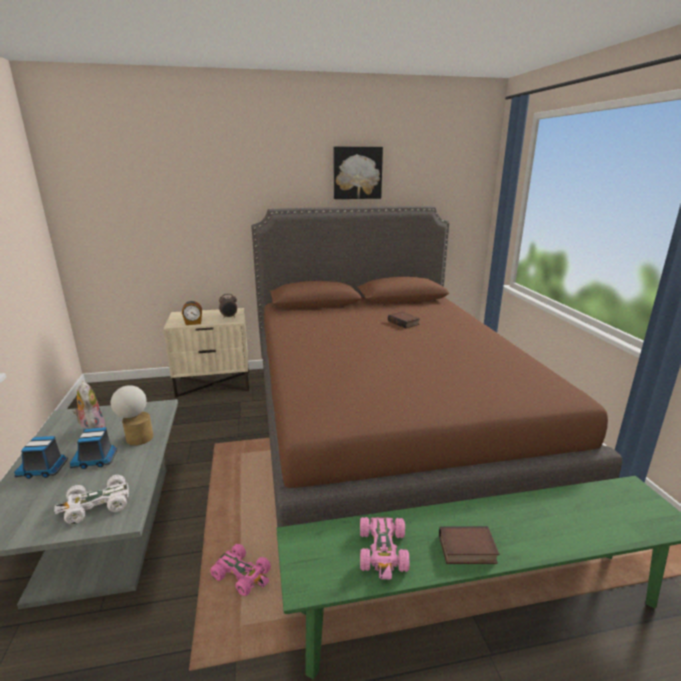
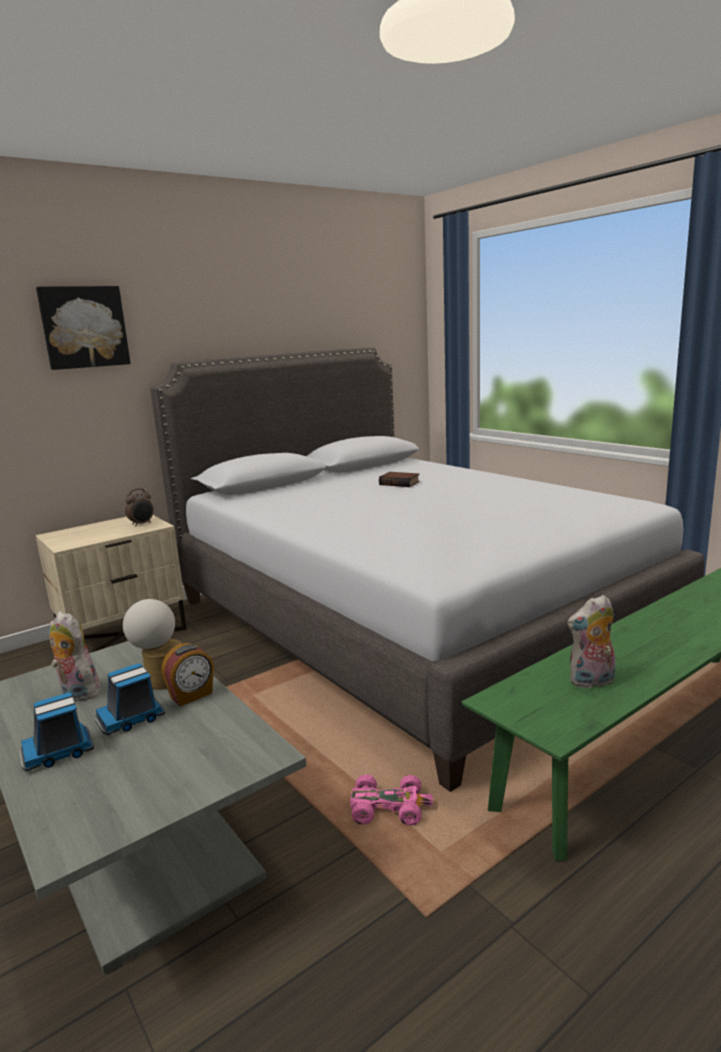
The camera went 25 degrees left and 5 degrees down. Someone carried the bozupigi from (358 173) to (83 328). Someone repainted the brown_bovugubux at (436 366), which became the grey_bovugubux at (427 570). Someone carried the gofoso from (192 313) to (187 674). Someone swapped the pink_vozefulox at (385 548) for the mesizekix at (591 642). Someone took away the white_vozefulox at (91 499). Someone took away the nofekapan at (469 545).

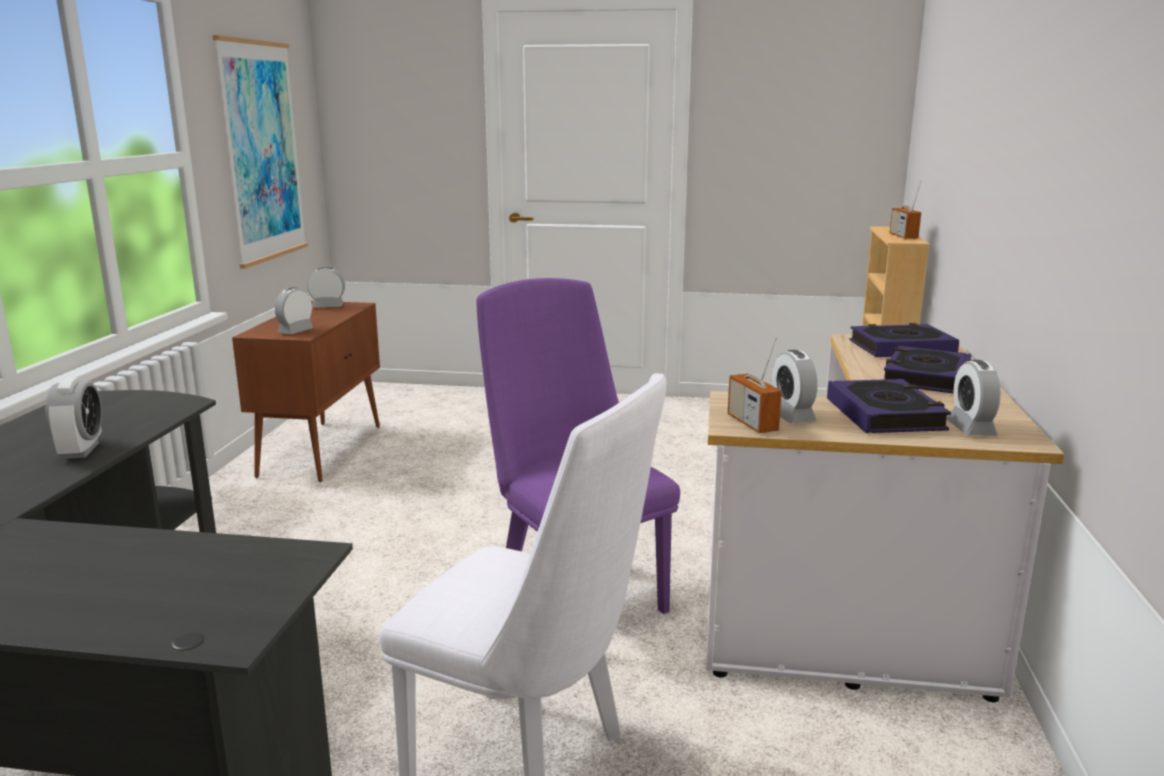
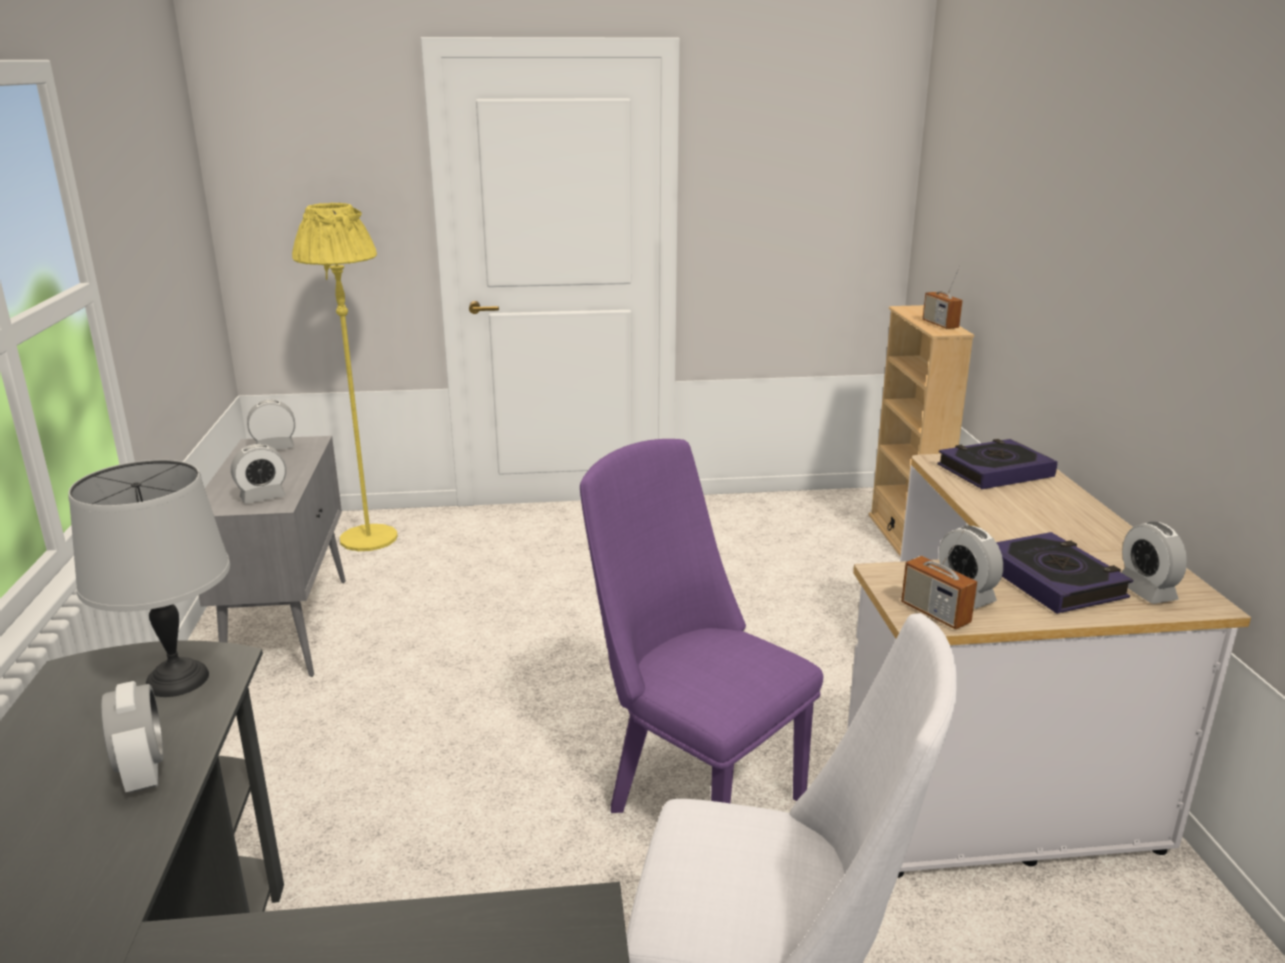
The camera went 15 degrees left and 5 degrees up. Someone put down the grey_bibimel at (149 578). Someone repainted the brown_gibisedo at (306 391), which became the grey_gibisedo at (272 556). Someone rotated the gofoso at (294 310) by 135 degrees counterclockwise. Someone put down the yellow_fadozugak at (345 377). Someone took away the bozupigi at (260 152). Someone took away the nofekapan at (927 370).

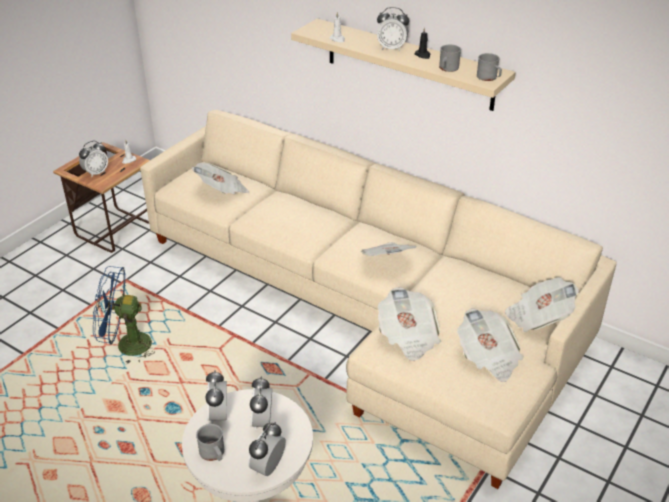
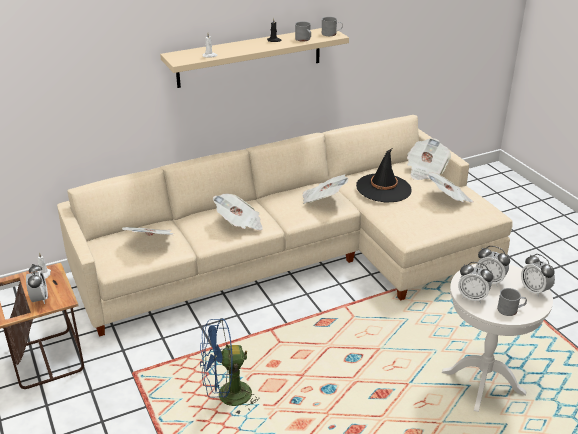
The camera went 60 degrees left and 5 degrees down. Someone rotated the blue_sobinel at (124 315) by 45 degrees clockwise. Someone carried the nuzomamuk from (409 324) to (238 212). Someone put down the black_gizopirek at (384 175). Someone took away the gofoso at (393 29).

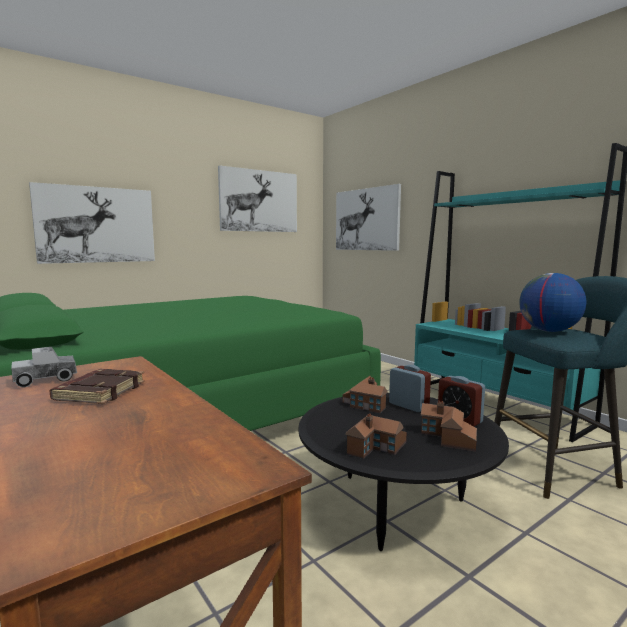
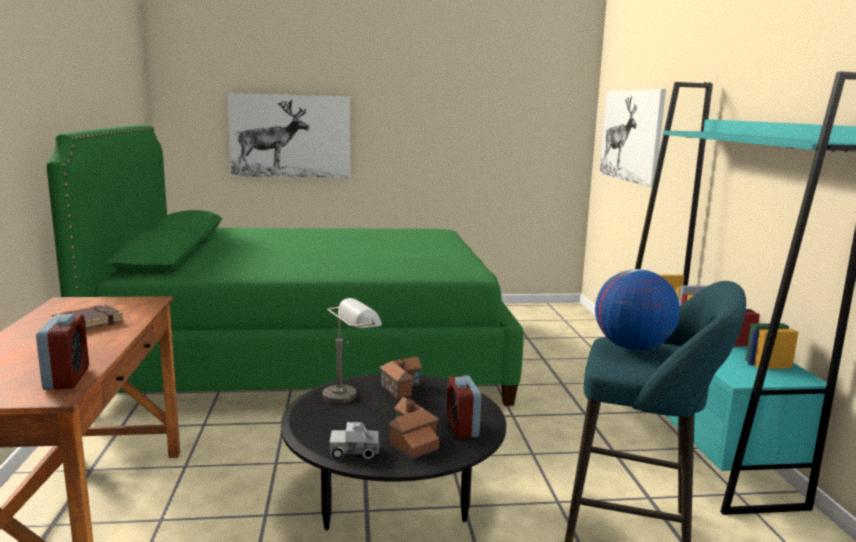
The camera went 30 degrees right and 5 degrees up. Someone carried the gofoso from (410 388) to (62 352). Someone put down the grey_bibimel at (352 351). Someone carried the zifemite from (44 367) to (354 441). Someone took away the bozupigi at (257 198). Someone took away the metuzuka at (375 436).

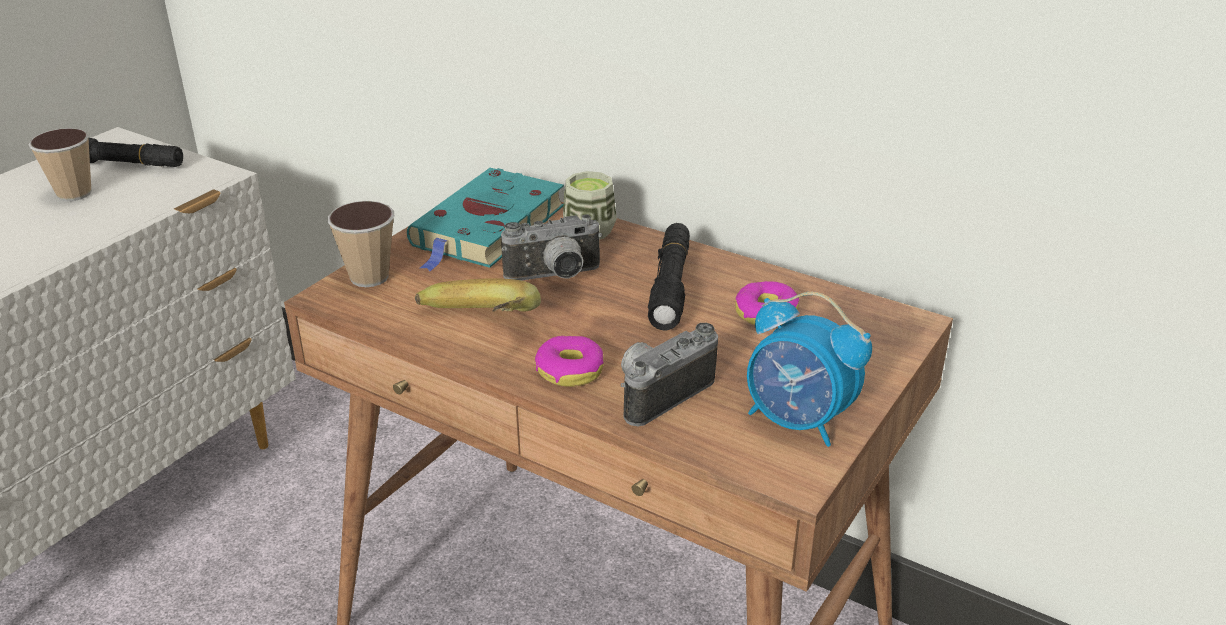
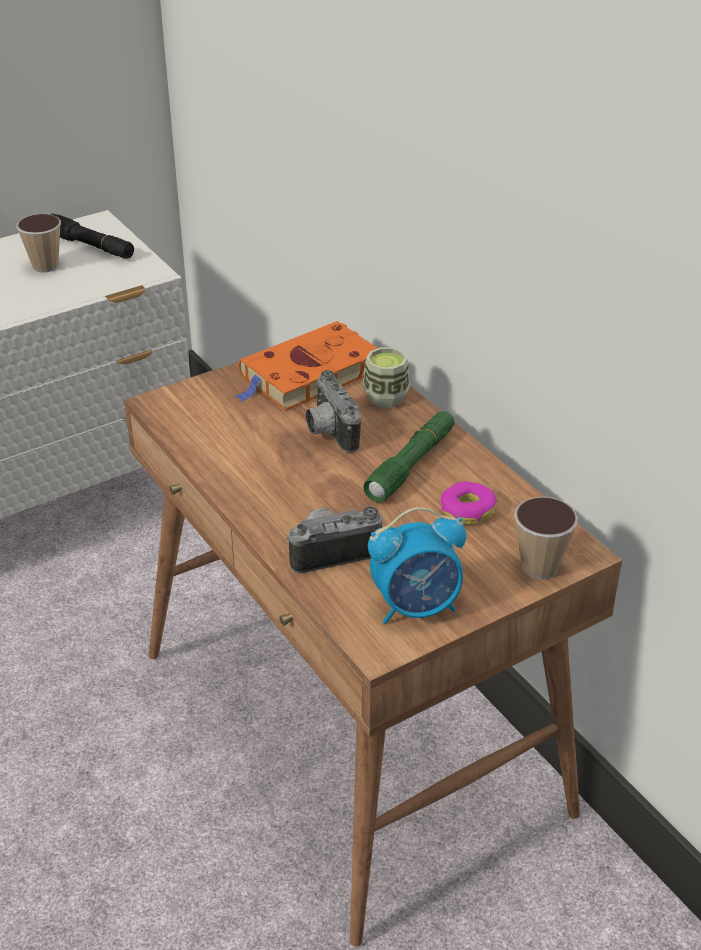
The camera went 25 degrees right and 5 degrees up. Someone repainted the turquoise_nofekapan at (485 219), which became the orange_nofekapan at (306 366). Someone rotated the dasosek at (551 247) by 60 degrees clockwise. Someone repainted the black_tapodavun at (669 276), which became the green_tapodavun at (408 456). Someone rotated the gofoso at (809 369) by 75 degrees counterclockwise. Someone carried the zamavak from (361 244) to (546 538). Someone took away the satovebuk at (478 295). Someone took away the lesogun at (569 361).

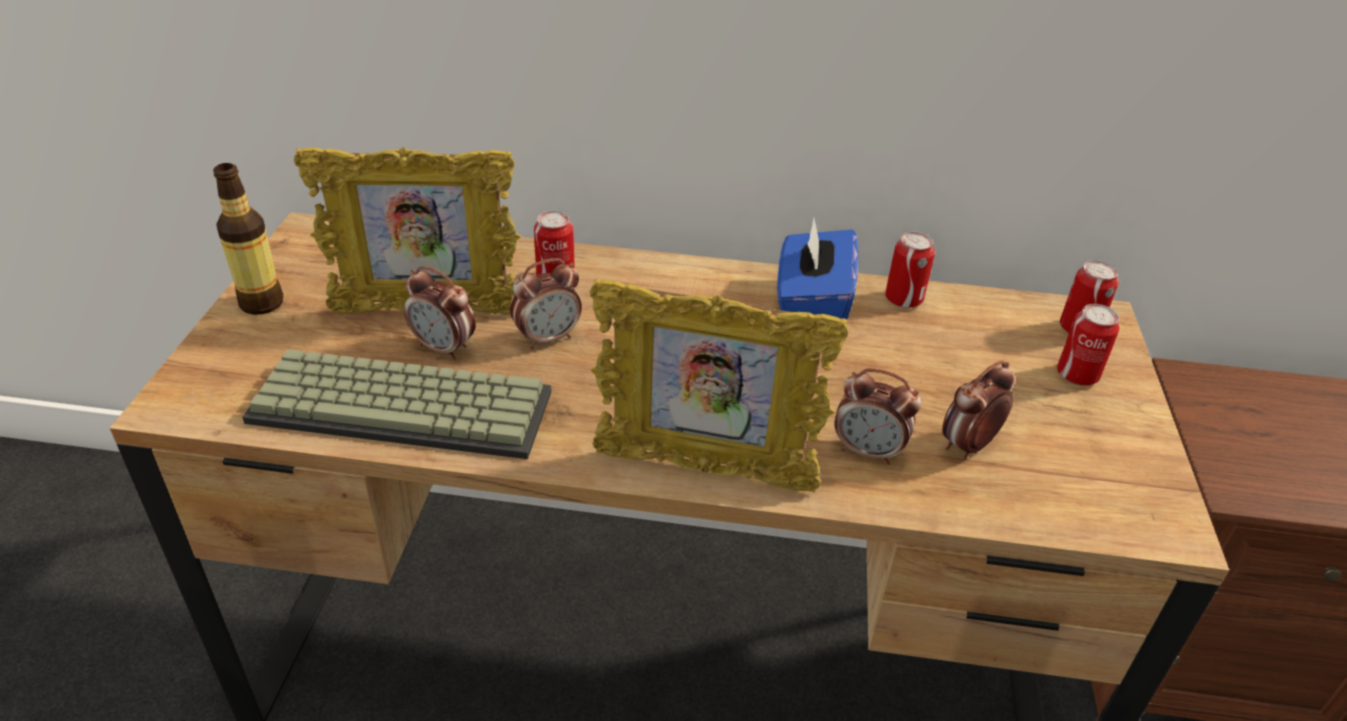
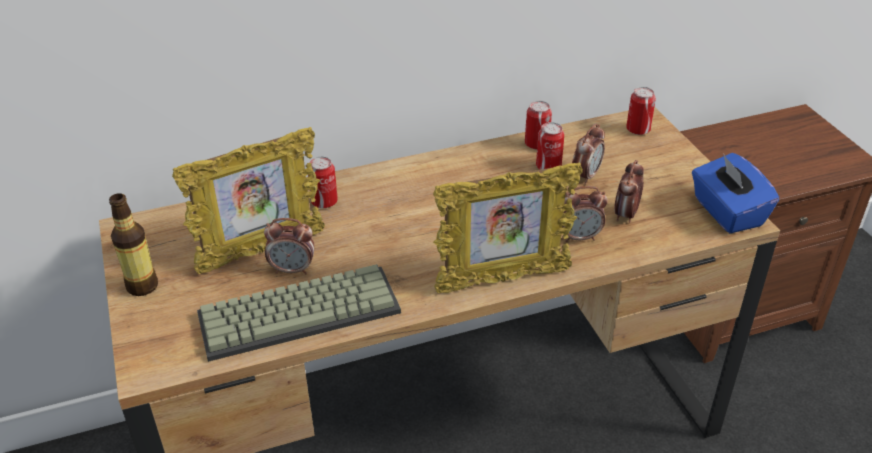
The camera went 25 degrees left and 0 degrees up. Someone carried the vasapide from (1088 344) to (550 146). Someone carried the gofoso from (546 304) to (588 154). Someone carried the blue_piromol from (817 269) to (735 193).

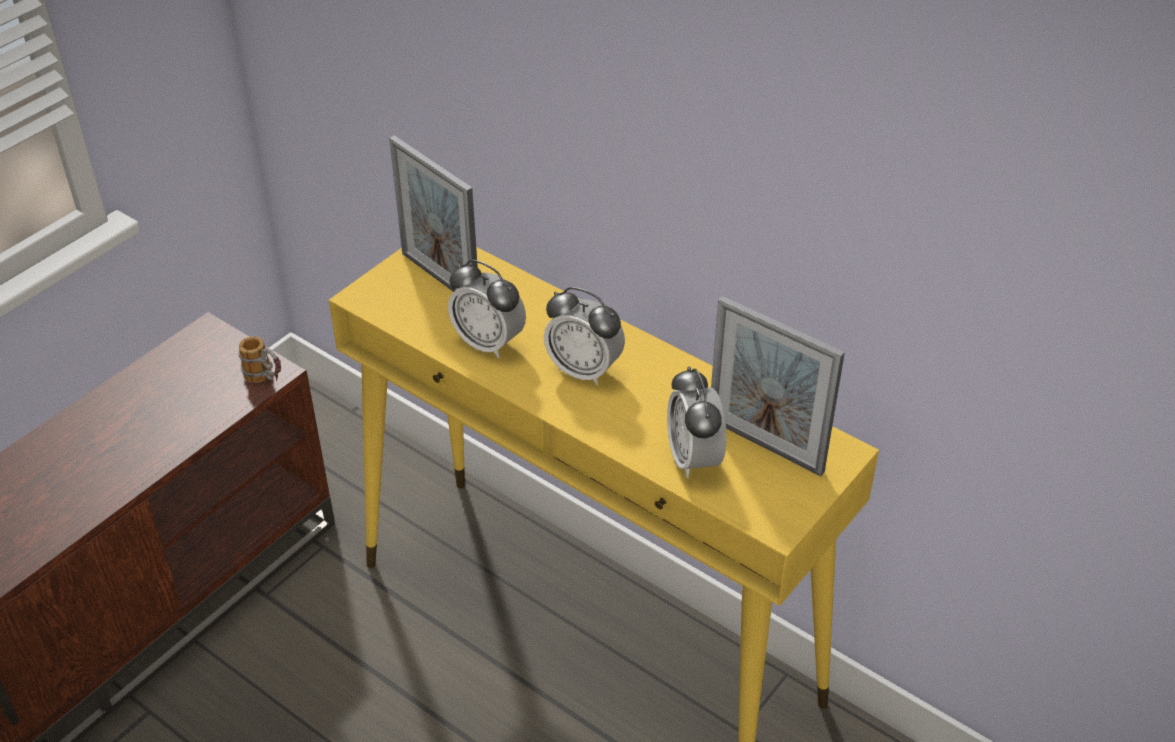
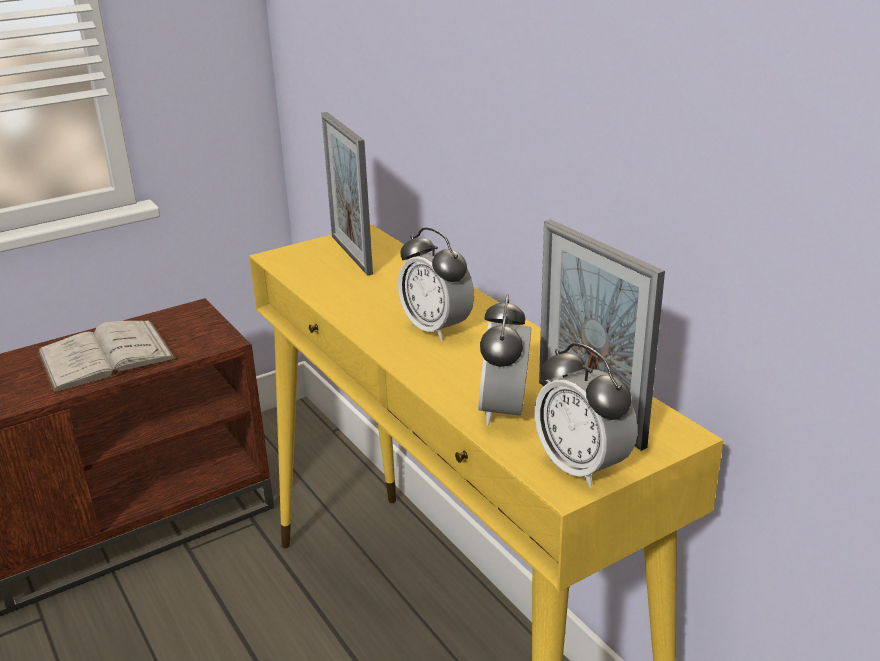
The camera went 20 degrees right and 15 degrees down. Someone put down the white_nofekapan at (107 357). Someone carried the gofoso from (487 309) to (586 415). Someone took away the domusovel at (260 359).

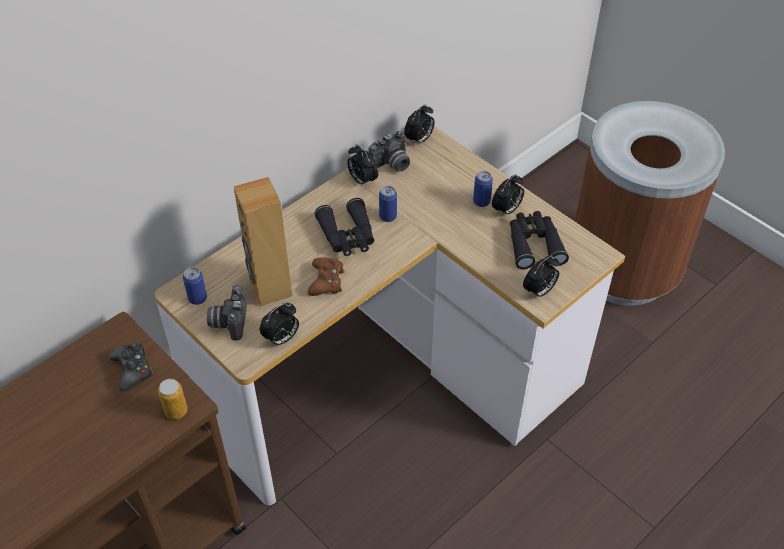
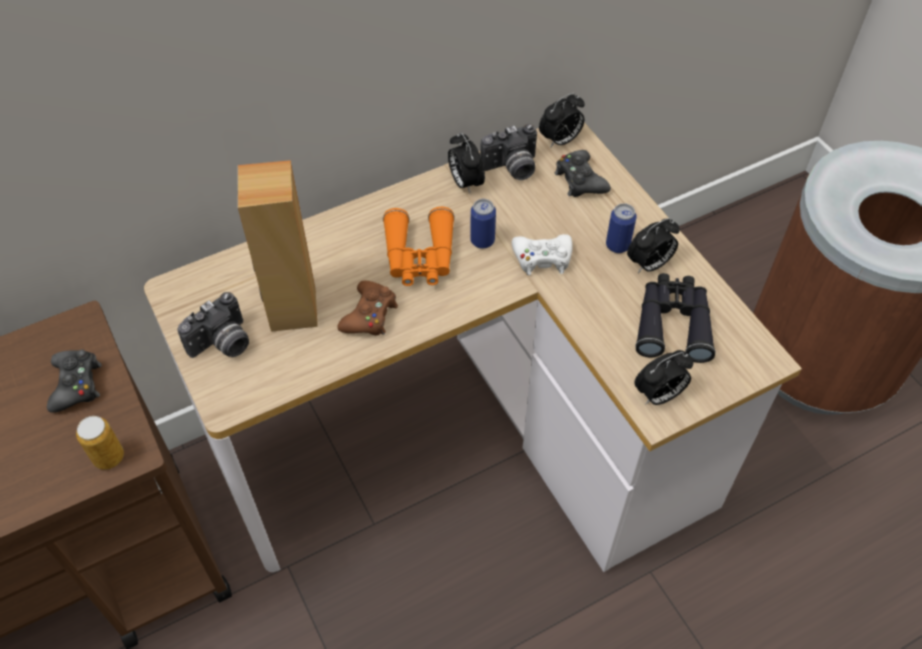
The camera went 15 degrees right and 5 degrees up. Someone rotated the dasosek at (227 312) by 150 degrees counterclockwise. Someone repainted the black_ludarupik at (344 227), which became the orange_ludarupik at (419 246). Someone put down the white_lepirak at (542 254). Someone put down the black_lepirak at (583 173). Someone took away the vasapide at (195 286). Someone took away the gofoso at (279 324).

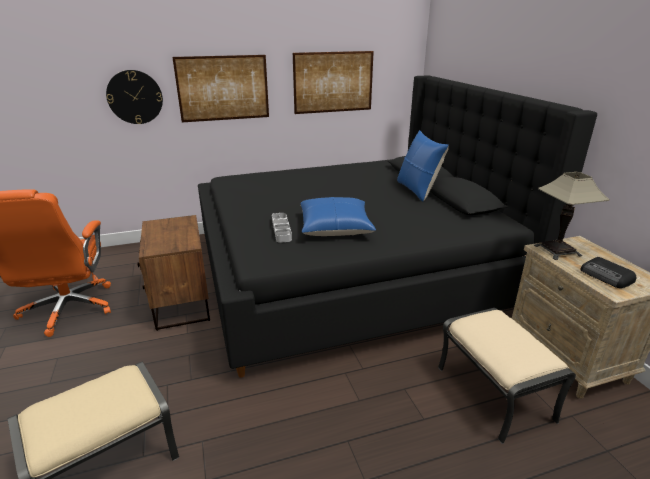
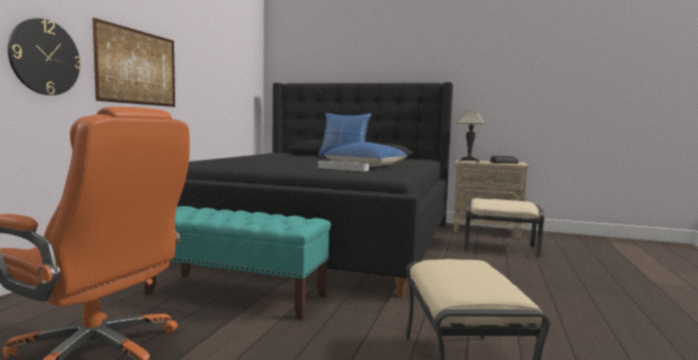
The camera went 55 degrees left and 20 degrees down. Someone swapped the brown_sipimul at (174 273) for the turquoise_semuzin at (238 263). Someone took away the bozupigi at (333 82).

